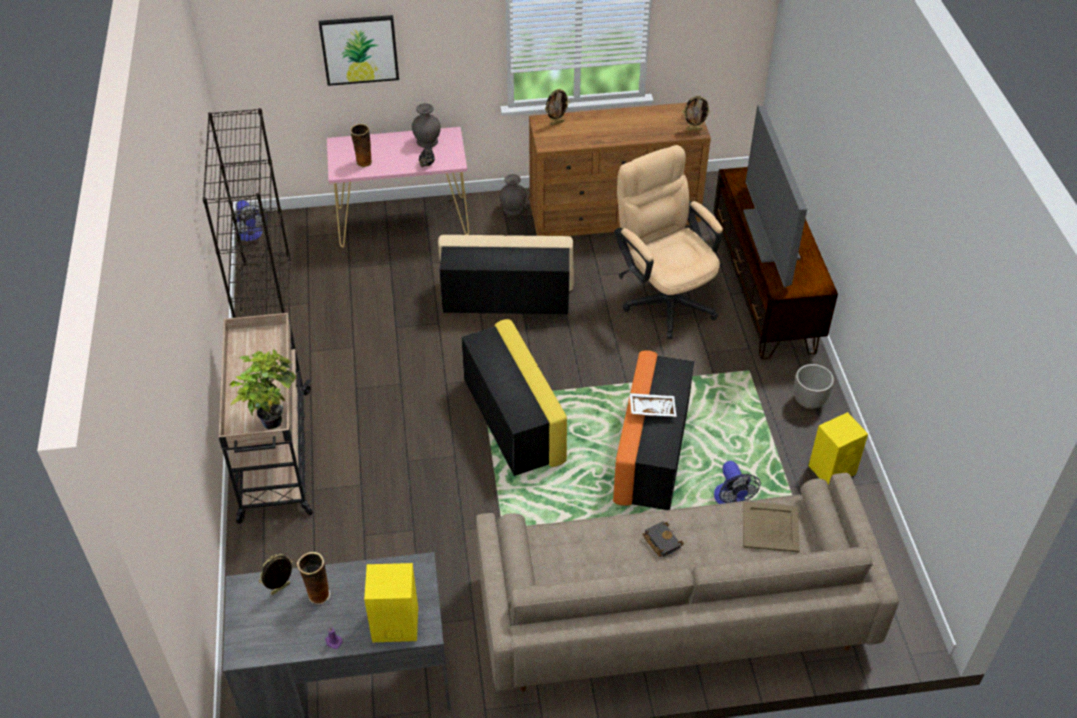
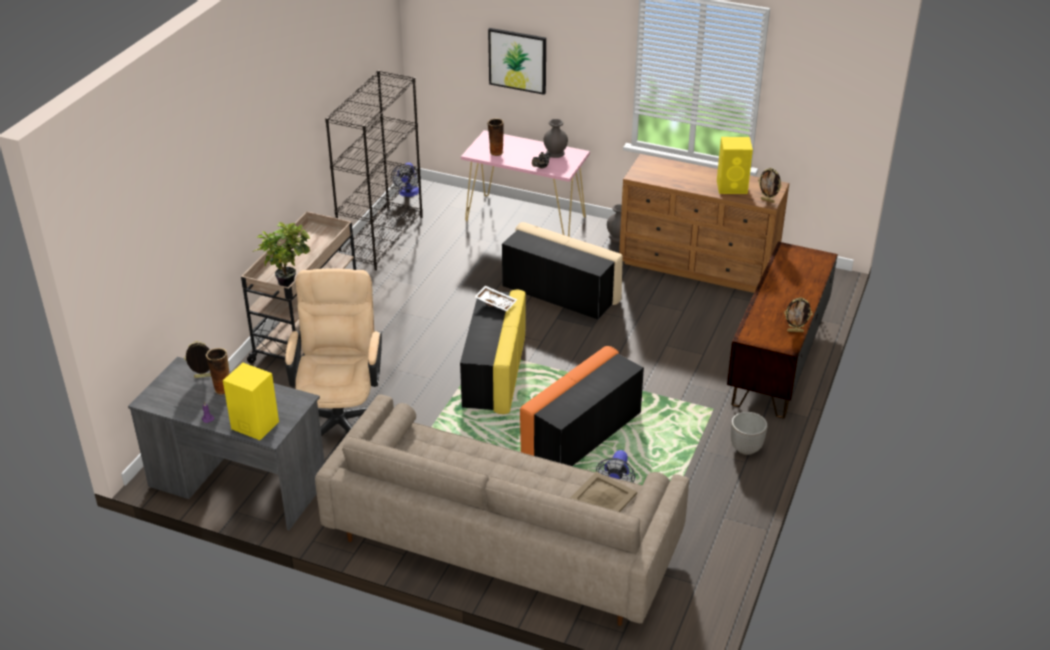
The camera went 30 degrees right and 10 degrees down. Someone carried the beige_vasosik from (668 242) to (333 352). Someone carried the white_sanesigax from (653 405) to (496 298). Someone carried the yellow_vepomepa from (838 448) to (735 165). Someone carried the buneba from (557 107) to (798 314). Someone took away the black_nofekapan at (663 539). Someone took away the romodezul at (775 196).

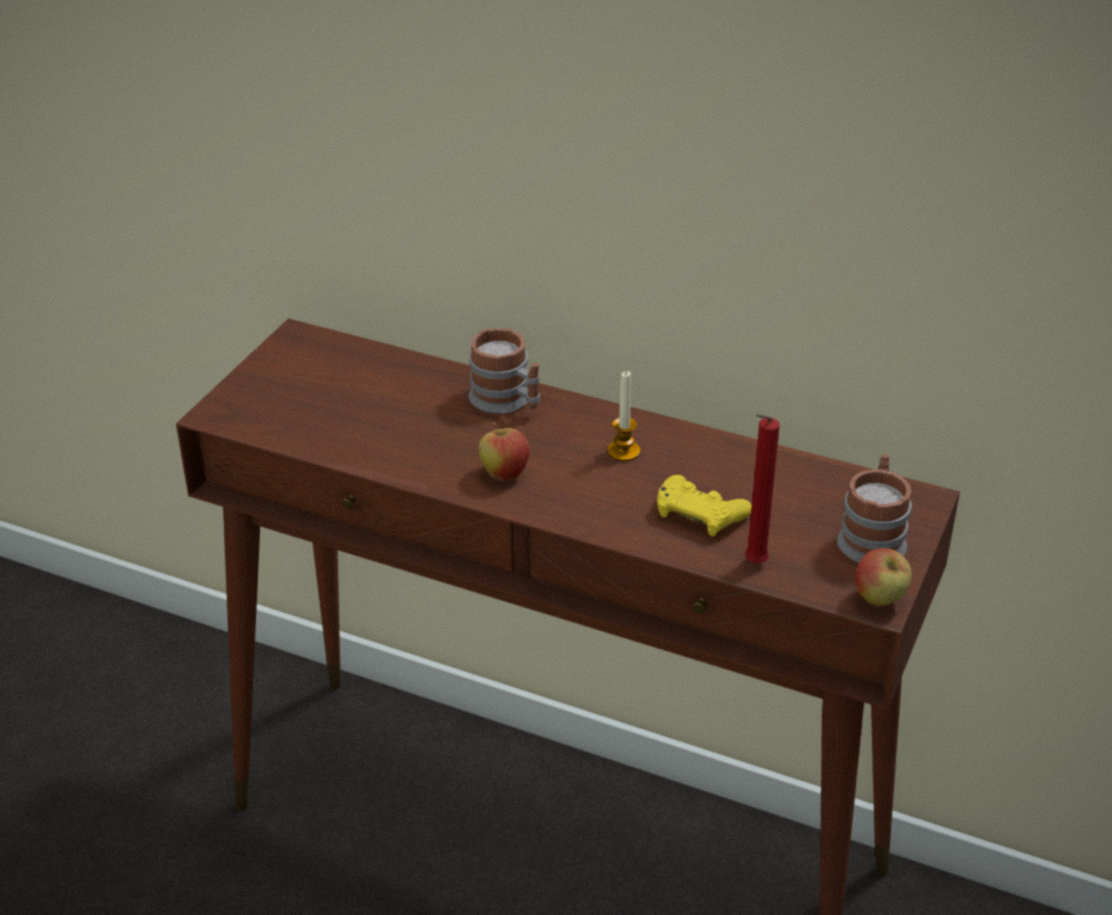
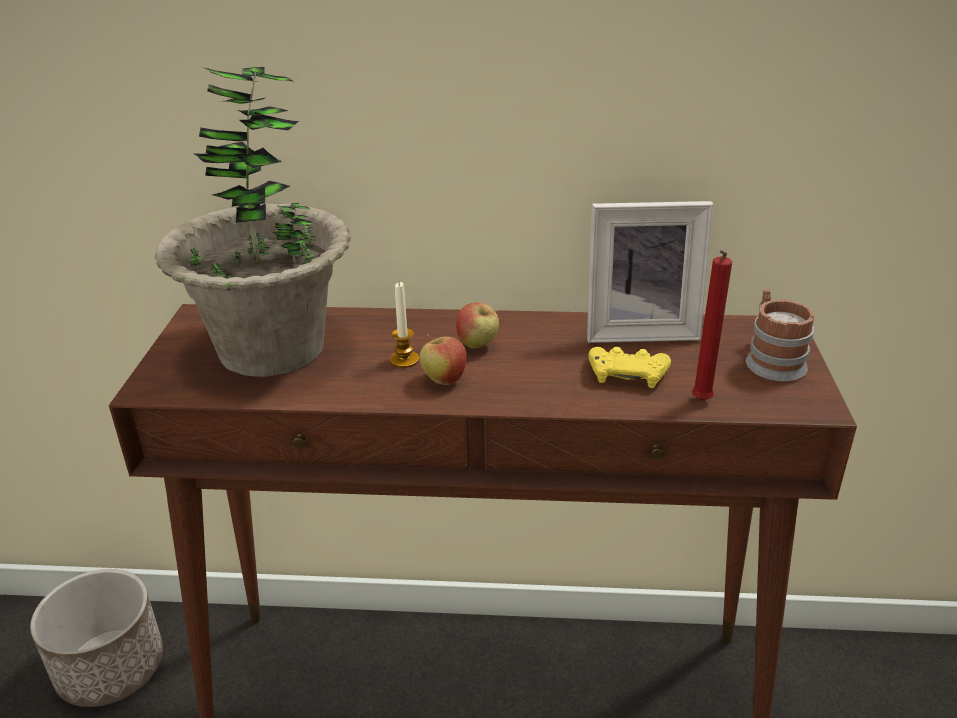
The camera went 20 degrees left and 5 degrees down. Someone put down the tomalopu at (96 638). Someone put down the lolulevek at (253 222). Someone carried the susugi from (623 416) to (404 325). Someone carried the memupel from (884 577) to (477 325). Someone put down the buneba at (650 272). Someone took away the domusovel at (504 371).

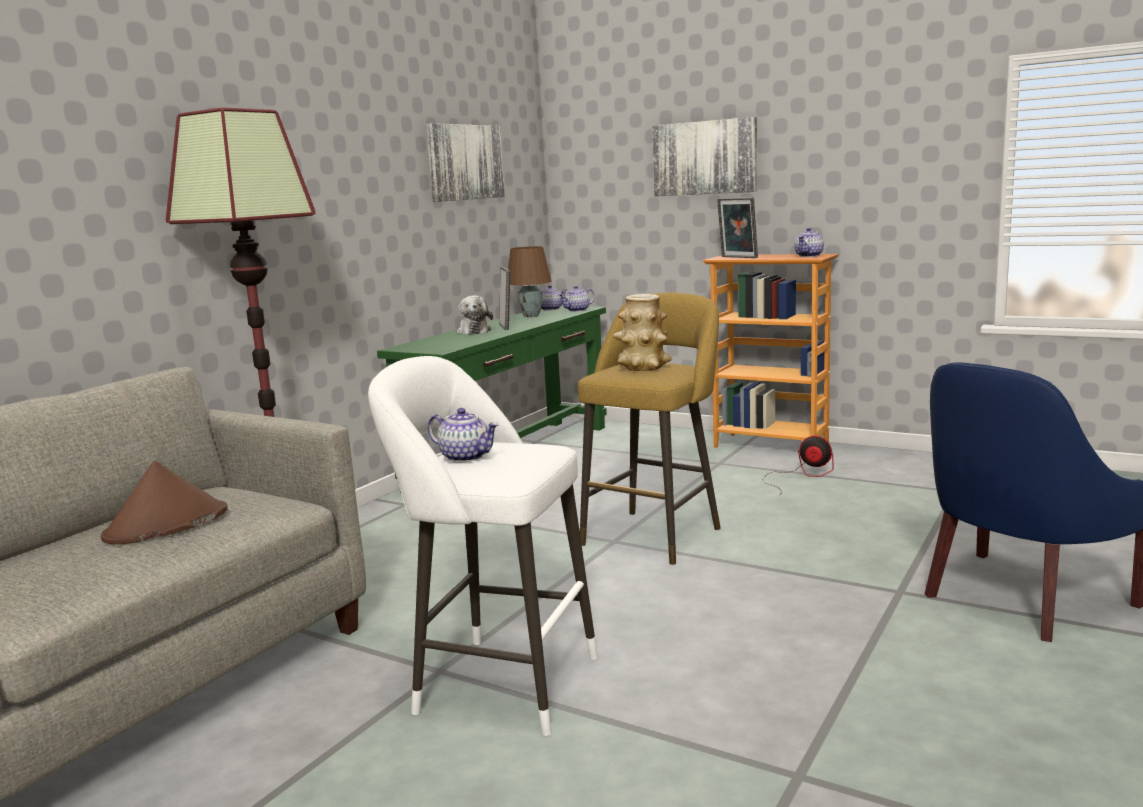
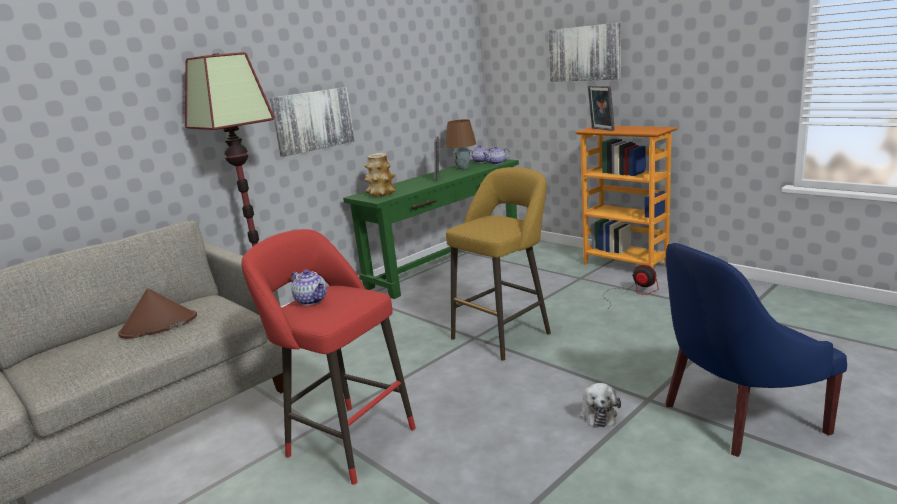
The camera went 15 degrees right and 5 degrees up. Someone repainted the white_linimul at (483 546), which became the red_linimul at (328 357). Someone carried the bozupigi from (465 162) to (312 122). Someone carried the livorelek from (642 332) to (380 175). Someone carried the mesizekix from (475 315) to (600 405). Someone took away the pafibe at (809 242).

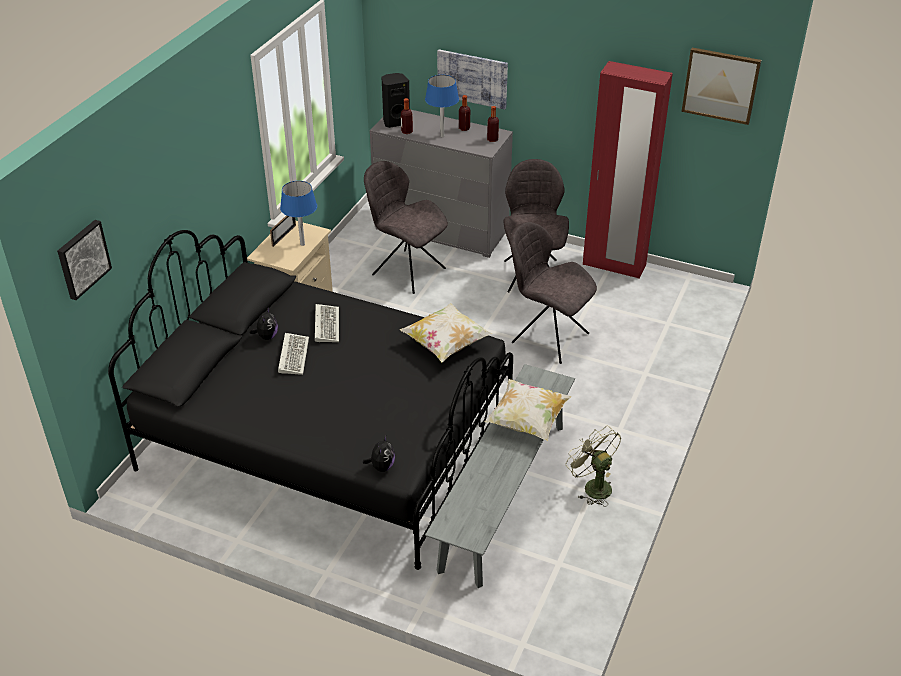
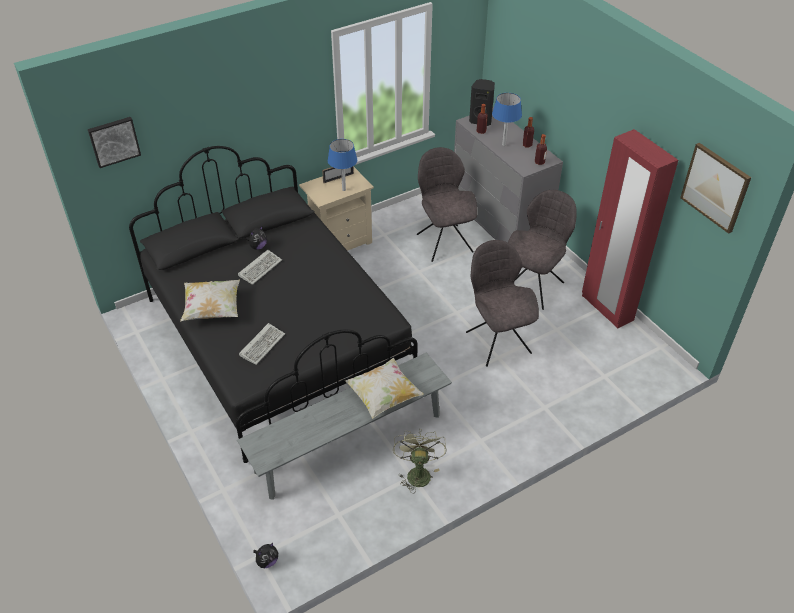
The camera went 35 degrees right and 5 degrees up. Someone carried the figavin from (446 332) to (210 300). Someone carried the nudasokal from (327 323) to (262 344). Someone carried the mesizekix from (379 454) to (265 555). Someone took away the bozupigi at (472 79).

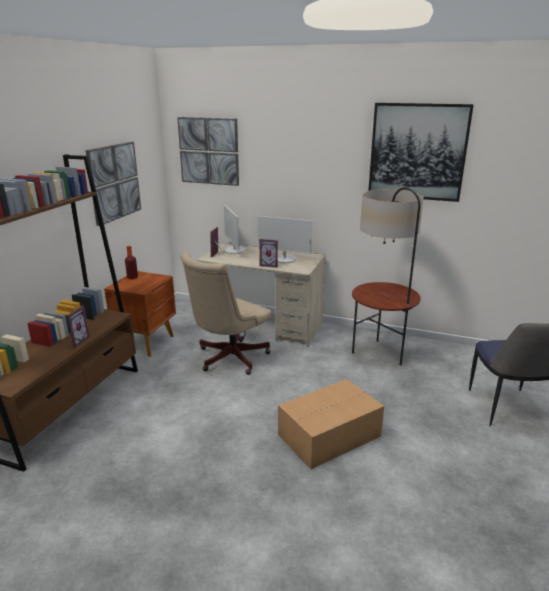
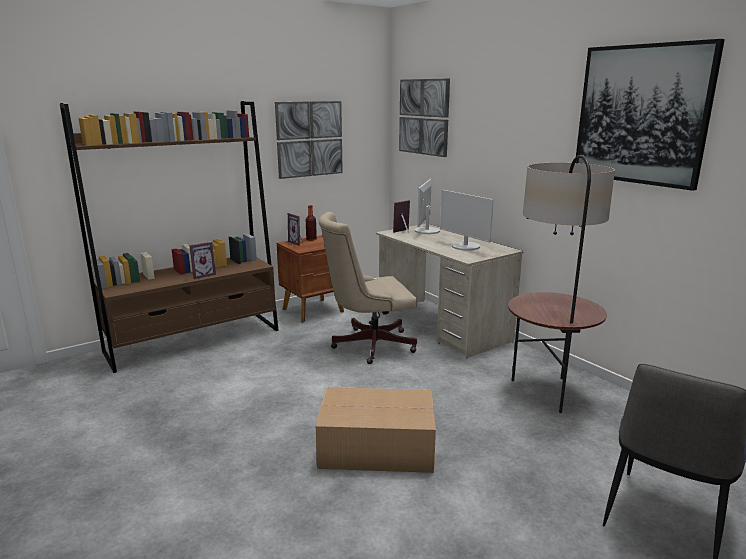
The camera went 35 degrees right and 5 degrees down. Someone carried the buneba from (268 253) to (296 229).

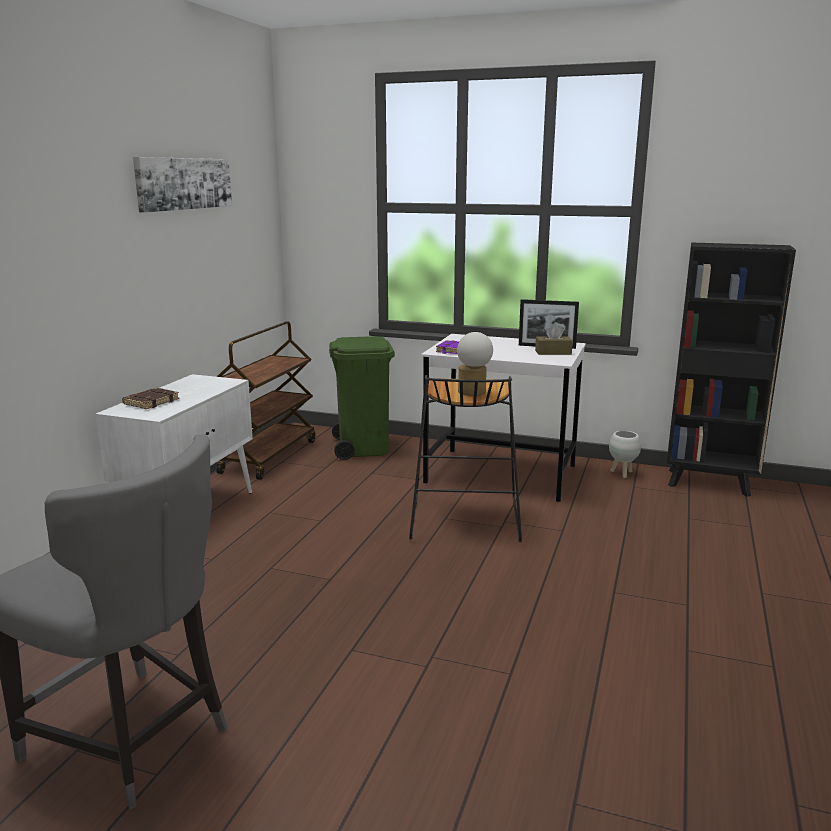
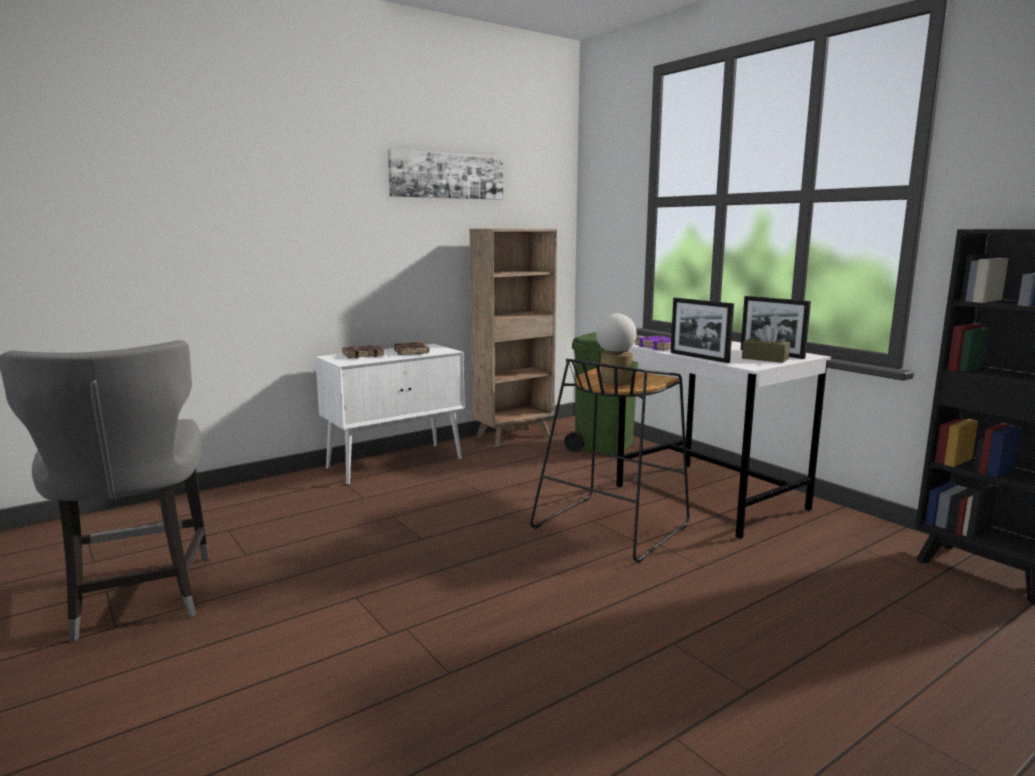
The camera went 35 degrees right and 5 degrees down. Someone put down the brown_nofekapan at (411 348). Someone swapped the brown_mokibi at (265 400) for the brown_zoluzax at (513 338). Someone put down the buneba at (702 330). Someone took away the white_tomalopu at (625 454).

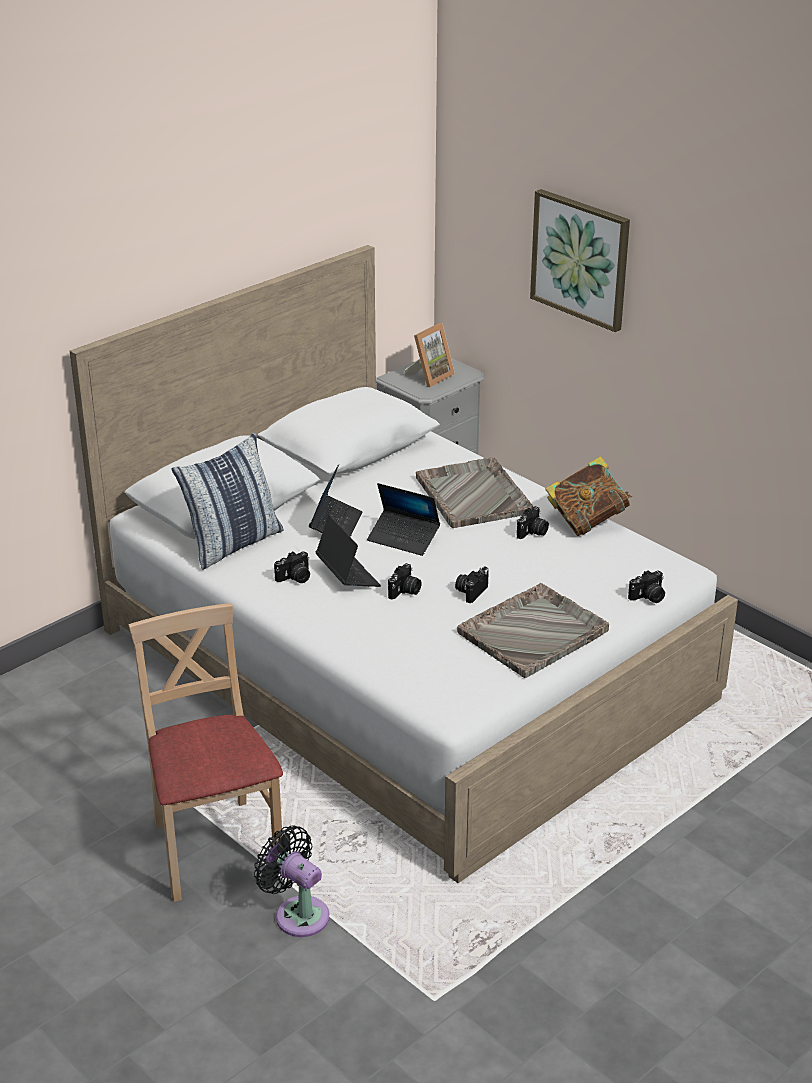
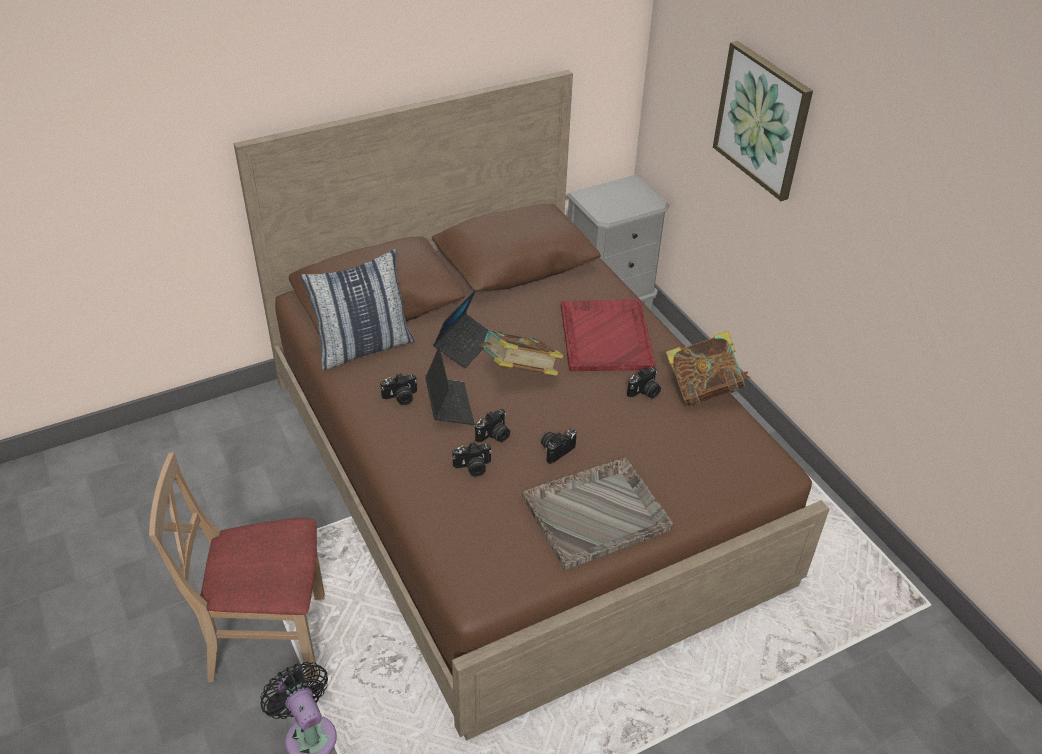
The camera went 15 degrees right and 10 degrees up. Someone rotated the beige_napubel at (205 752) by 90 degrees counterclockwise. Someone repainted the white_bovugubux at (404 564), which became the brown_bovugubux at (531 405). Someone carried the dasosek from (646 586) to (472 459). Someone swapped the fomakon at (403 519) for the nofekapan at (521 353). Someone repainted the grey_sanesigax at (474 492), which became the red_sanesigax at (608 335). Someone took away the buneba at (430 355).

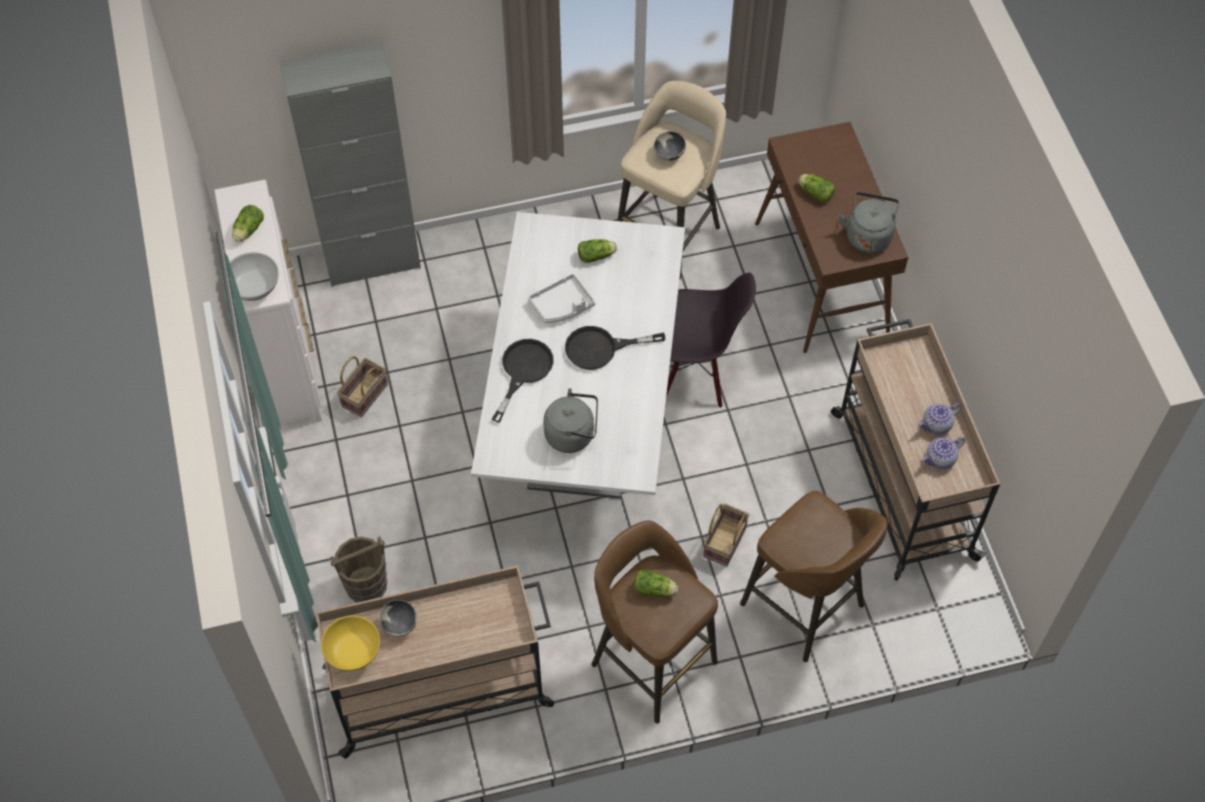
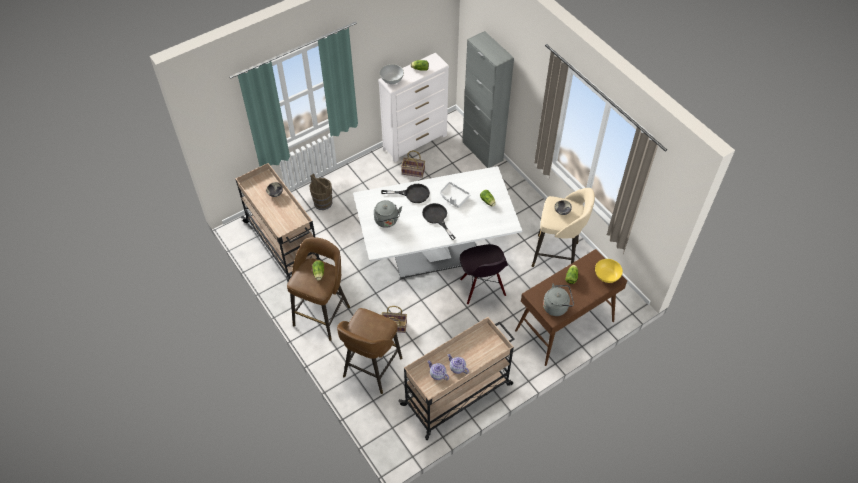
The camera went 70 degrees right and 5 degrees down. Someone carried the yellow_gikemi from (350 643) to (609 271).

